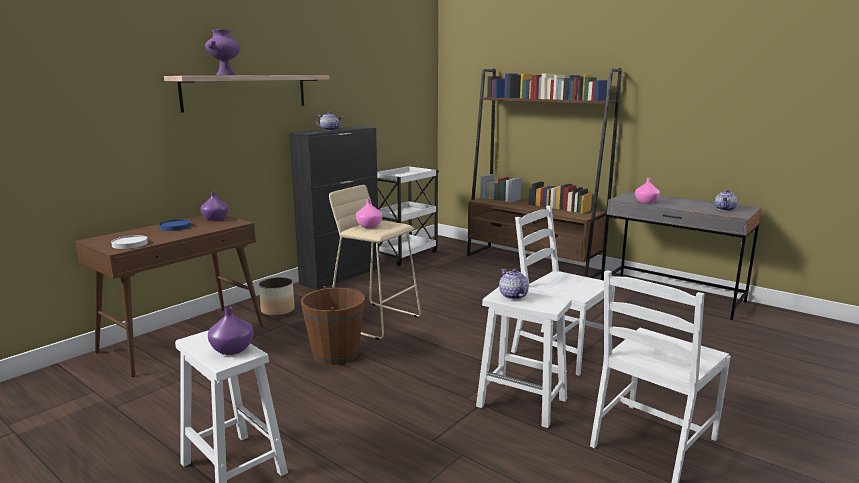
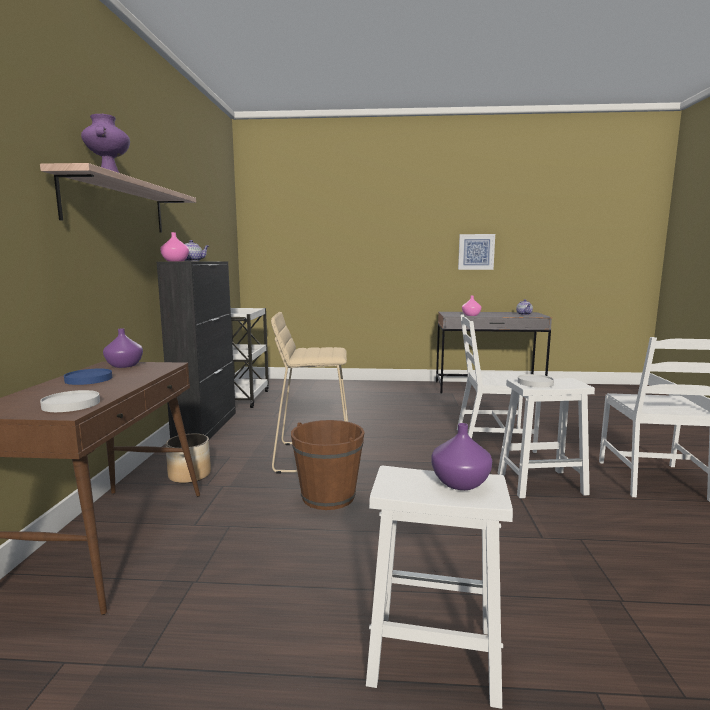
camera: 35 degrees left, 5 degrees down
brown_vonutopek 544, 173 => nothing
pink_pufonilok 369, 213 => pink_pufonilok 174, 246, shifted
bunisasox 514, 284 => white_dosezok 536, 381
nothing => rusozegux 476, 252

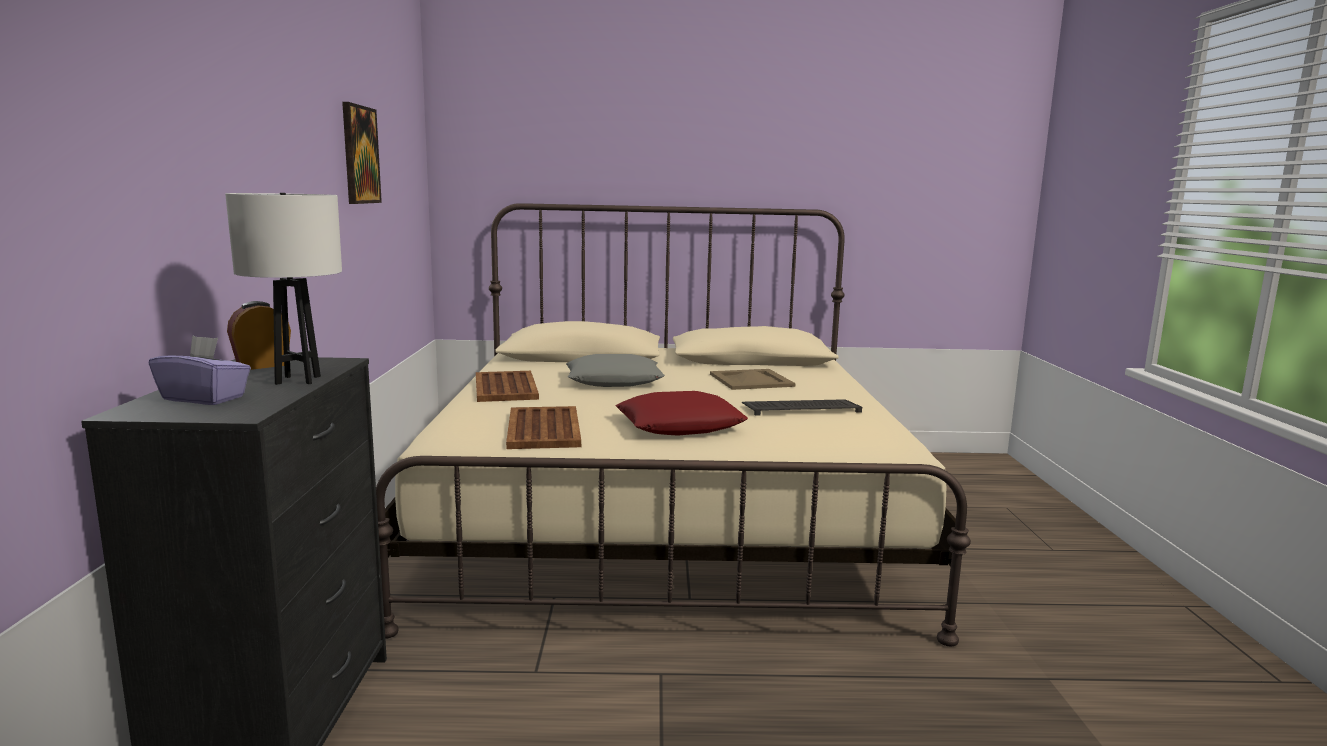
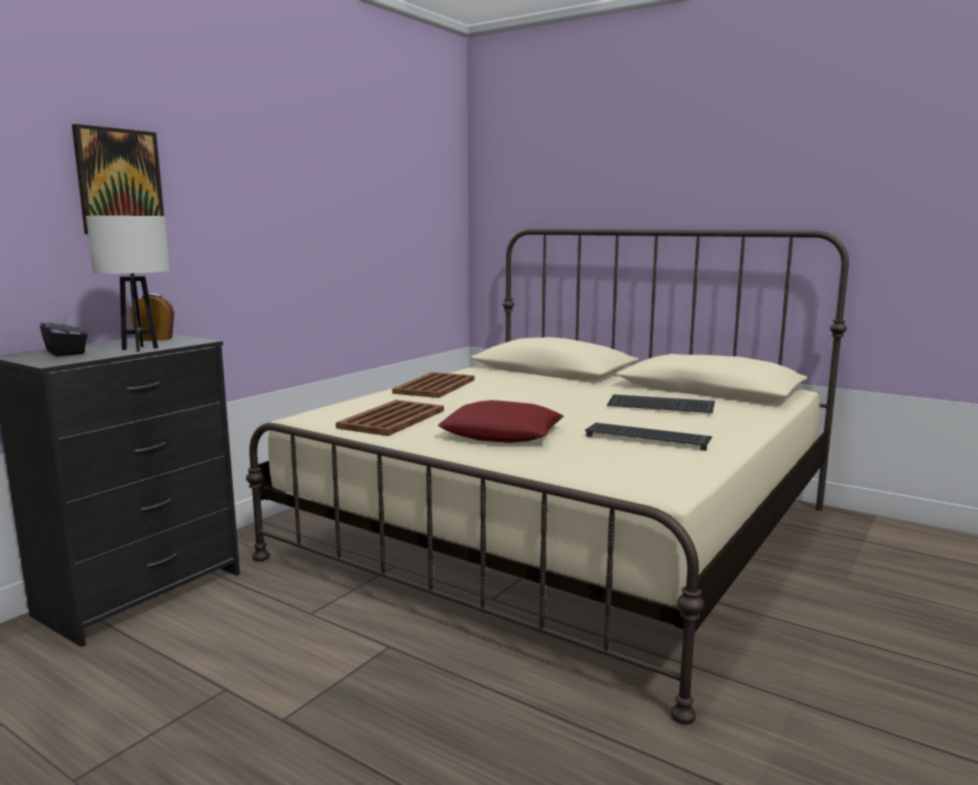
camera: 35 degrees right, 0 degrees up
rusozegux 362, 153 => rusozegux 118, 179, shifted
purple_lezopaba 200, 370 => black_lezopaba 63, 334
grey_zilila 615, 370 => nothing
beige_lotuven 752, 379 => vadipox 661, 403

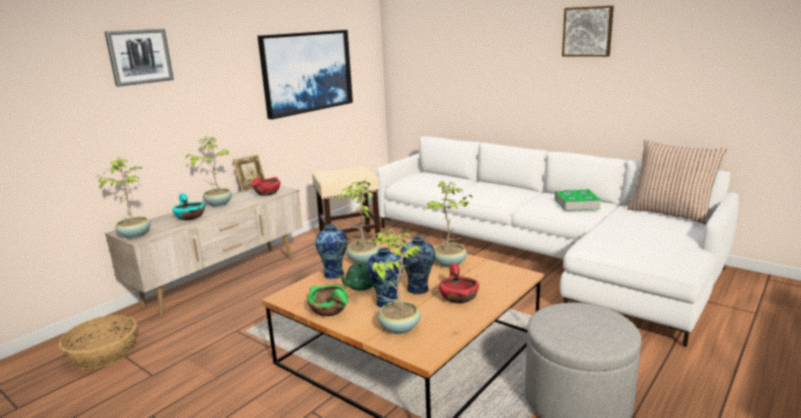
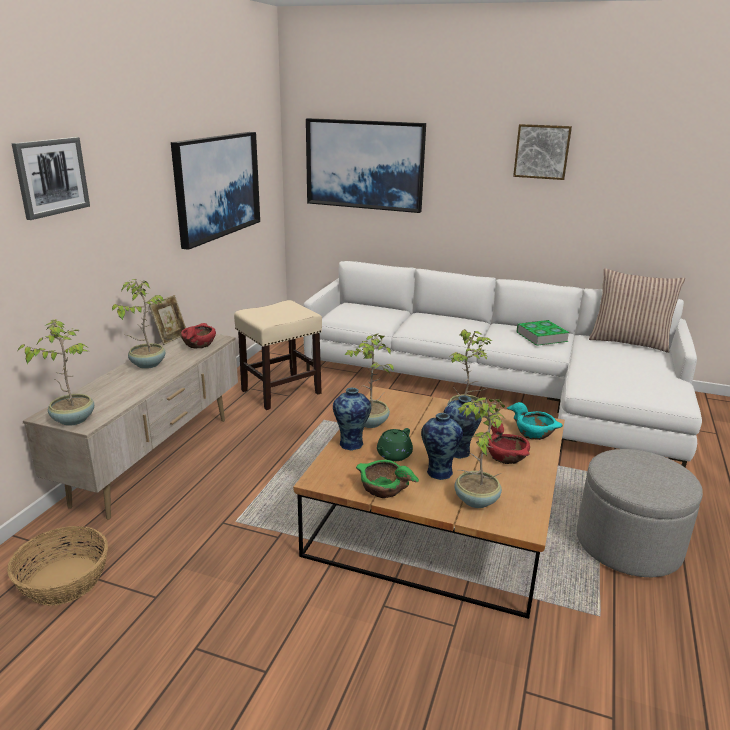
camera: 20 degrees left, 5 degrees up
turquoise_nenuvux 189, 206 => turquoise_nenuvux 535, 421, shifted
nothing => rusozegux 366, 165

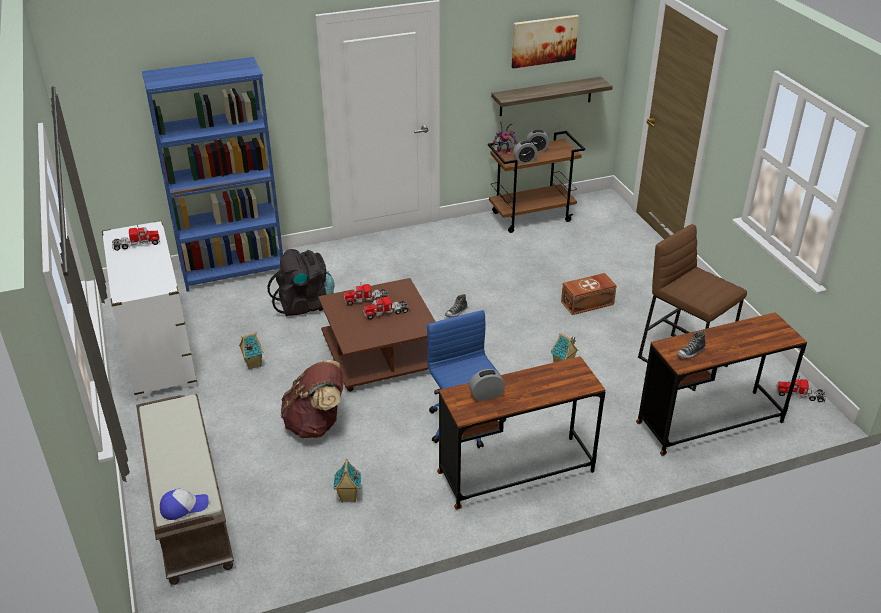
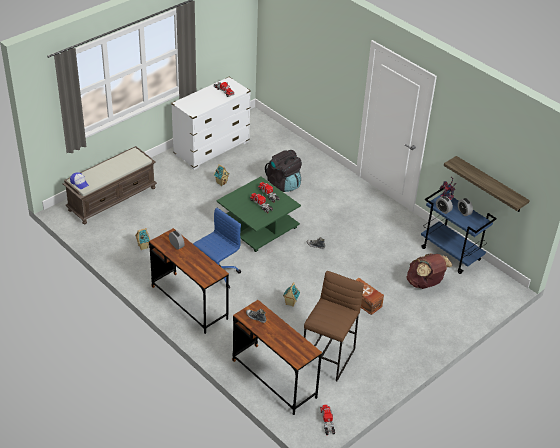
camera: 65 degrees right, 5 degrees up
rusozegux 545, 42 => nothing
blue_vonutopek 212, 174 => nothing
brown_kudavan 536, 182 => blue_kudavan 459, 230
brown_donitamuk 377, 335 => green_donitamuk 258, 214
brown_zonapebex 312, 399 => brown_zonapebex 429, 271, shifted

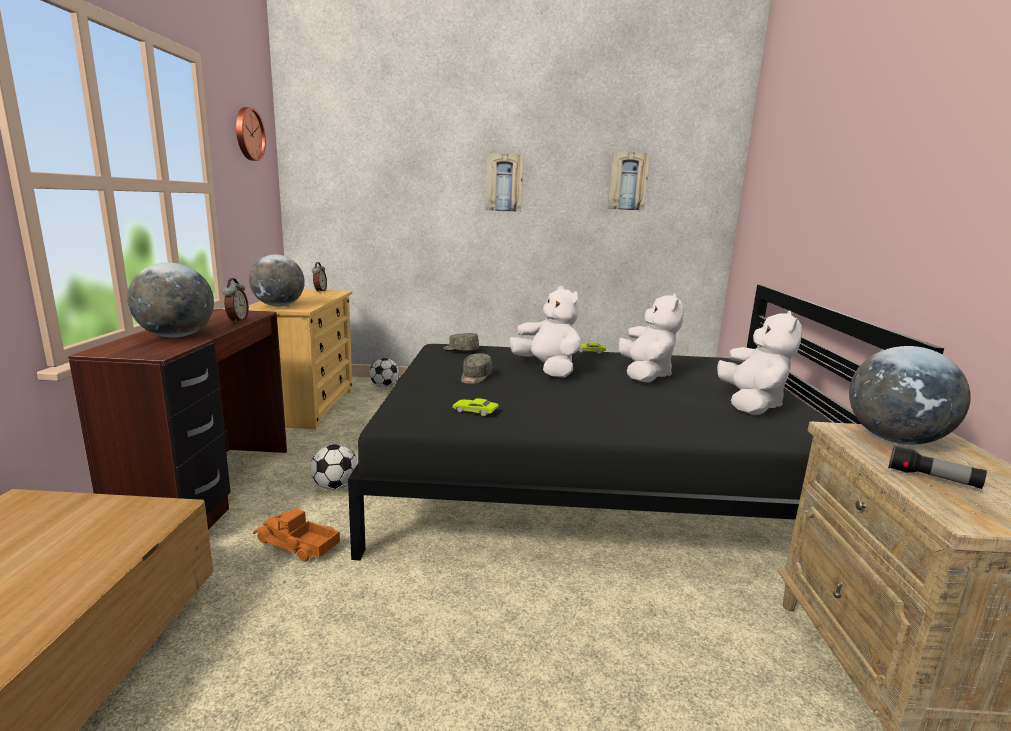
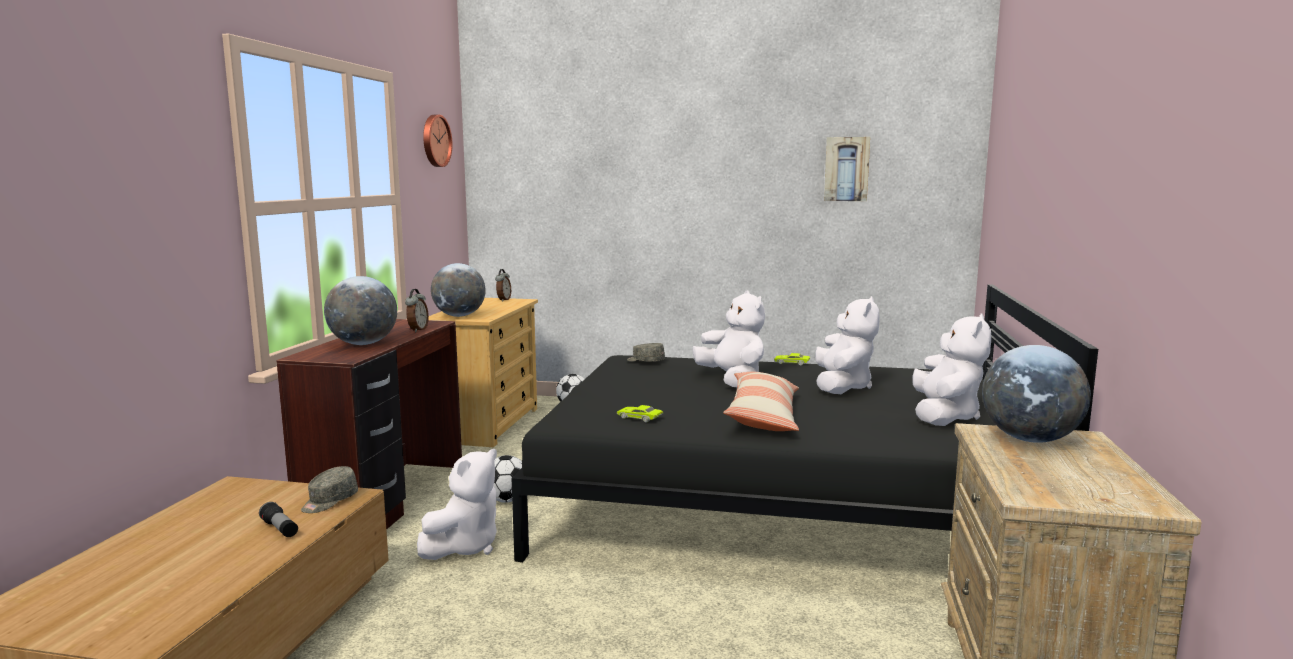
camera: 10 degrees right, 5 degrees down
rusozegux 504, 183 => nothing
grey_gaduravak 476, 368 => grey_gaduravak 329, 489, shifted
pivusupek 937, 467 => pivusupek 278, 519, shifted
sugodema 296, 535 => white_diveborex 457, 504
nothing => zilila 761, 401

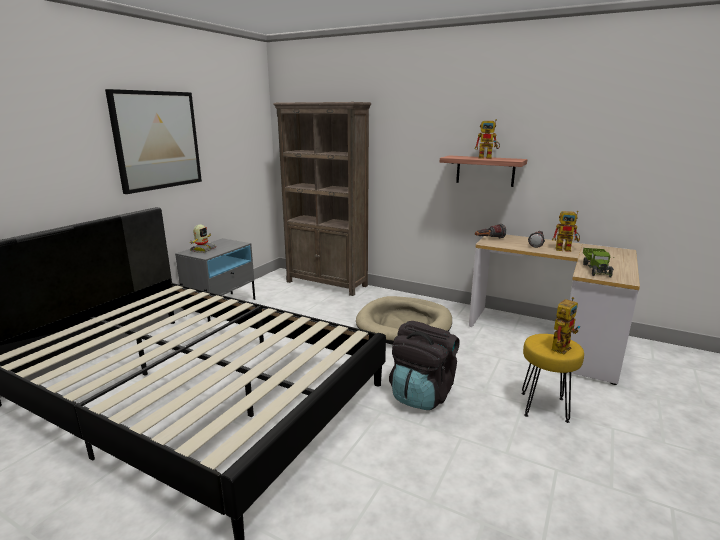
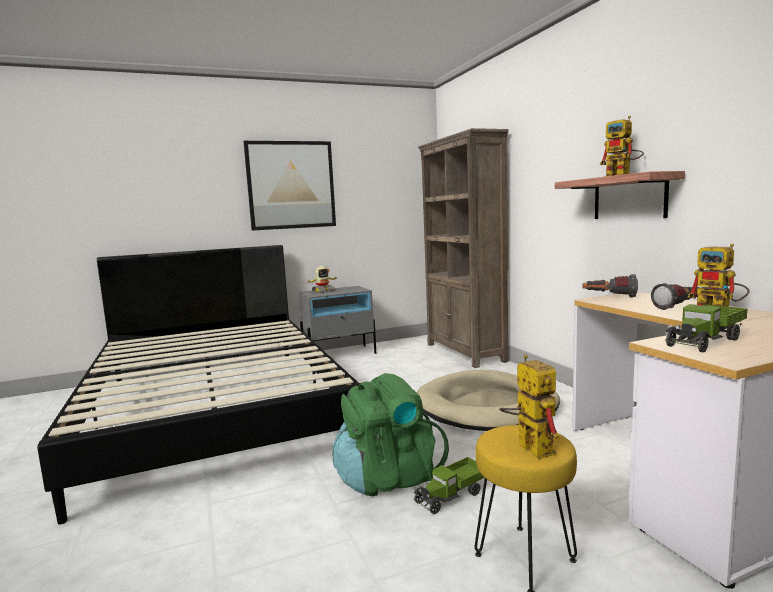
camera: 40 degrees right, 10 degrees down
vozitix 566, 325 => vozitix 529, 407, 105 degrees counterclockwise
black_zonapebex 424, 365 => green_zonapebex 390, 434
nothing => sugodema 449, 485

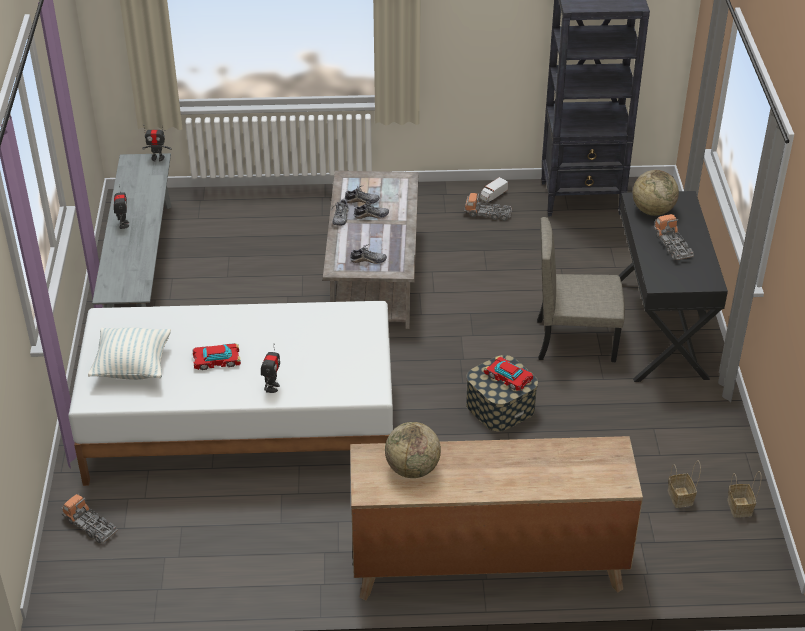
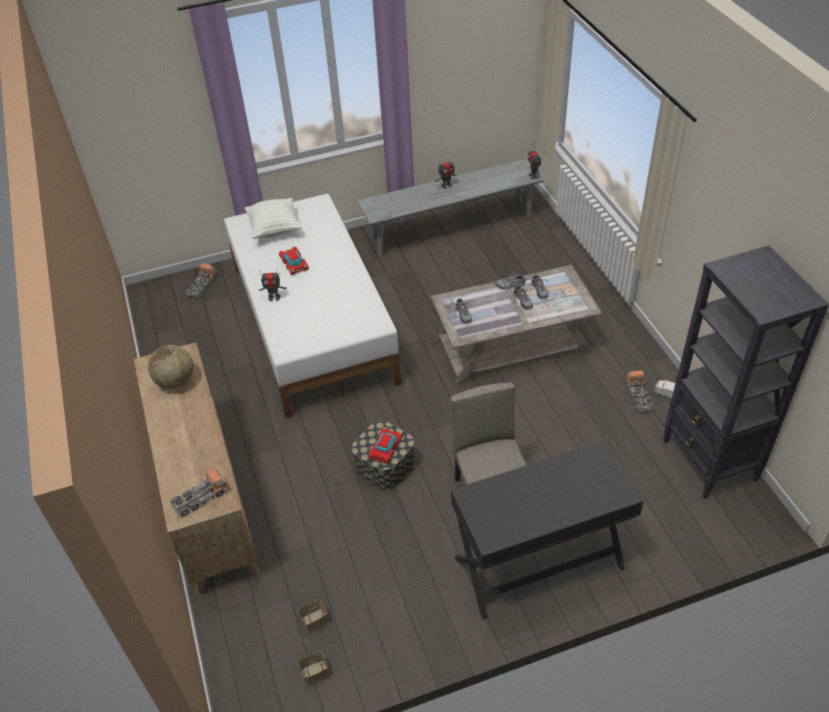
camera: 75 degrees right, 5 degrees up
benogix 656, 193 => nothing
sugodema 674, 237 => sugodema 199, 492, shifted

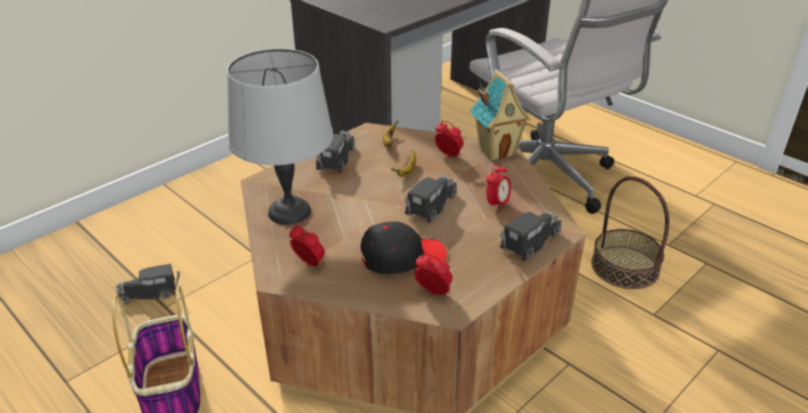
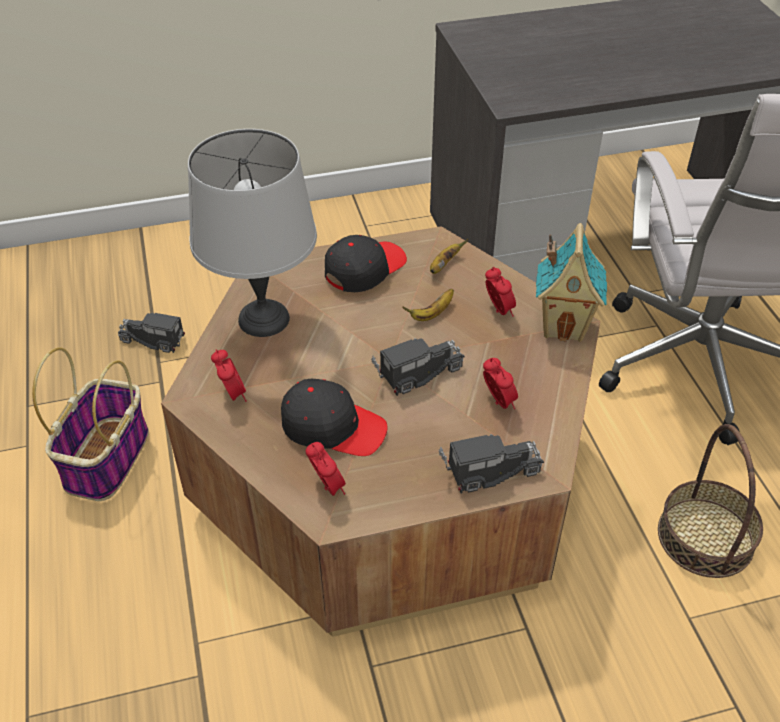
camera: 30 degrees right, 10 degrees up
sugodema 335, 151 => black_gaduravak 366, 263
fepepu 498, 187 => fepepu 500, 383, 90 degrees counterclockwise

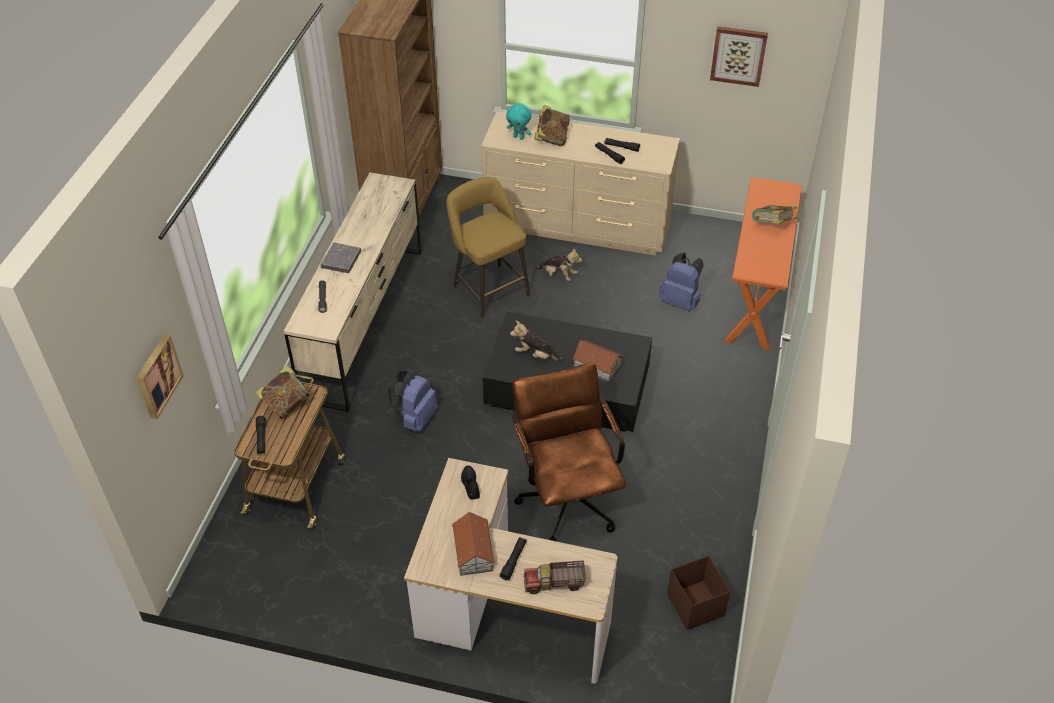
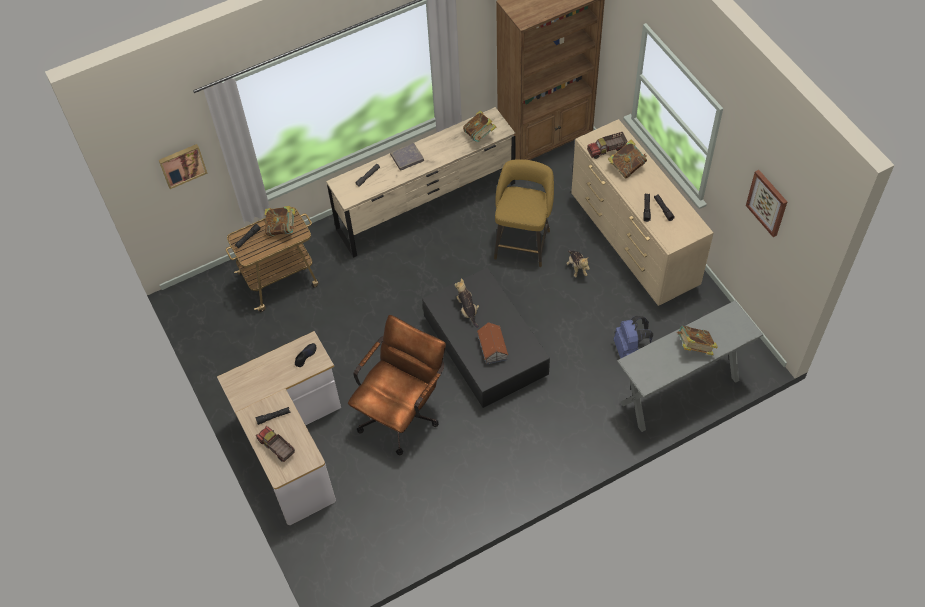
camera: 50 degrees right, 10 degrees up
turquoise_diveborex 518, 121 => sugodema 607, 145
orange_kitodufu 763, 263 => grey_kitodufu 690, 366
blue_zonapebex 412, 400 => nothing
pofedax 473, 544 => nothing
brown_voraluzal 698, 593 => nothing
nothing => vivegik 479, 126

